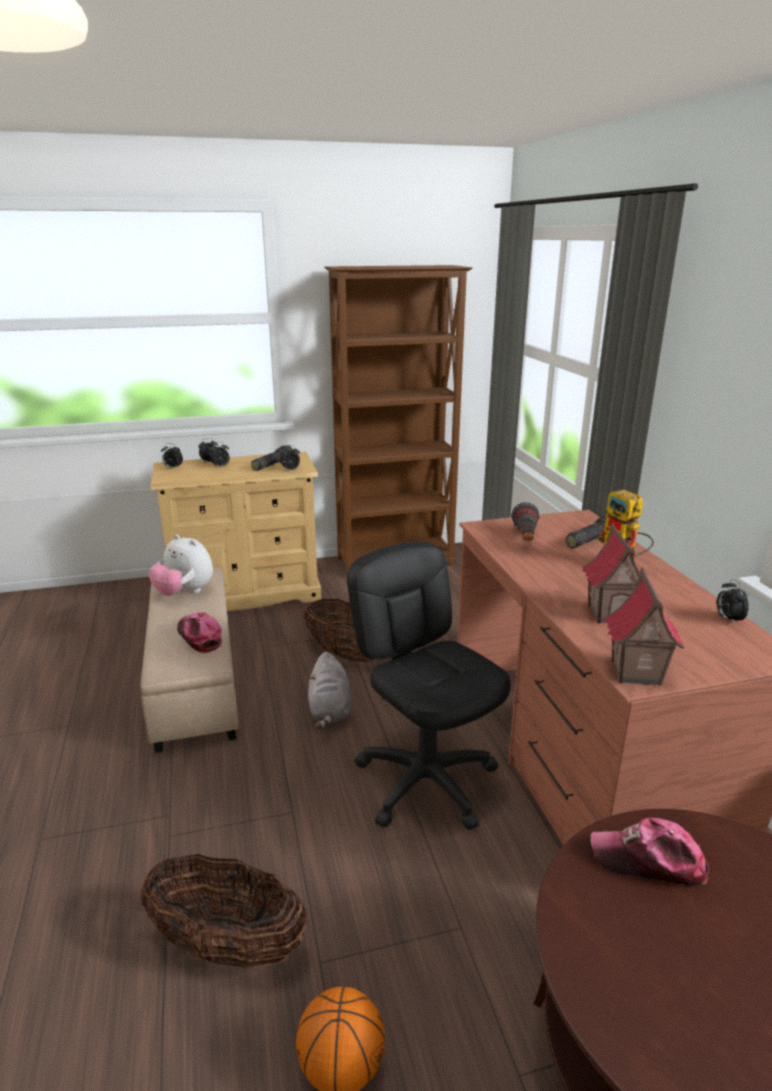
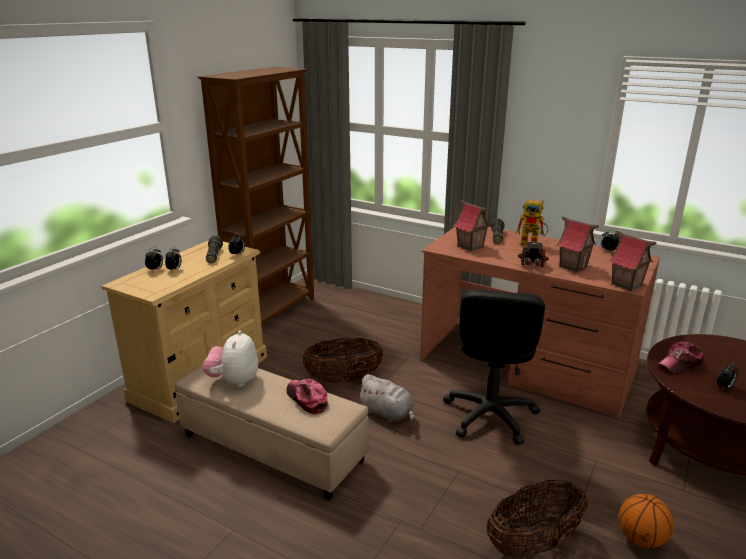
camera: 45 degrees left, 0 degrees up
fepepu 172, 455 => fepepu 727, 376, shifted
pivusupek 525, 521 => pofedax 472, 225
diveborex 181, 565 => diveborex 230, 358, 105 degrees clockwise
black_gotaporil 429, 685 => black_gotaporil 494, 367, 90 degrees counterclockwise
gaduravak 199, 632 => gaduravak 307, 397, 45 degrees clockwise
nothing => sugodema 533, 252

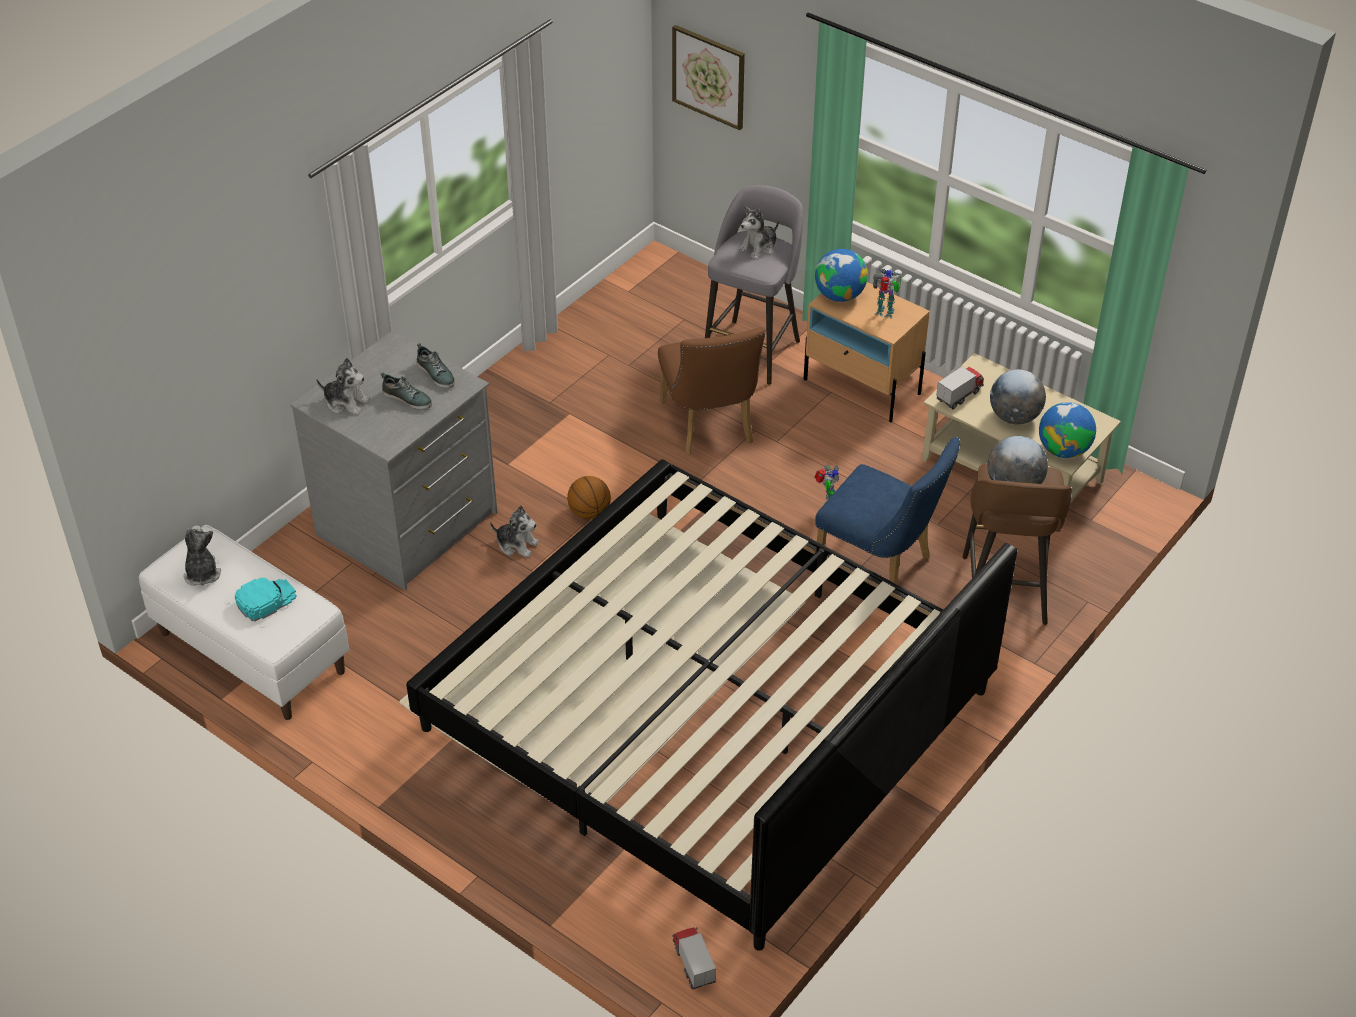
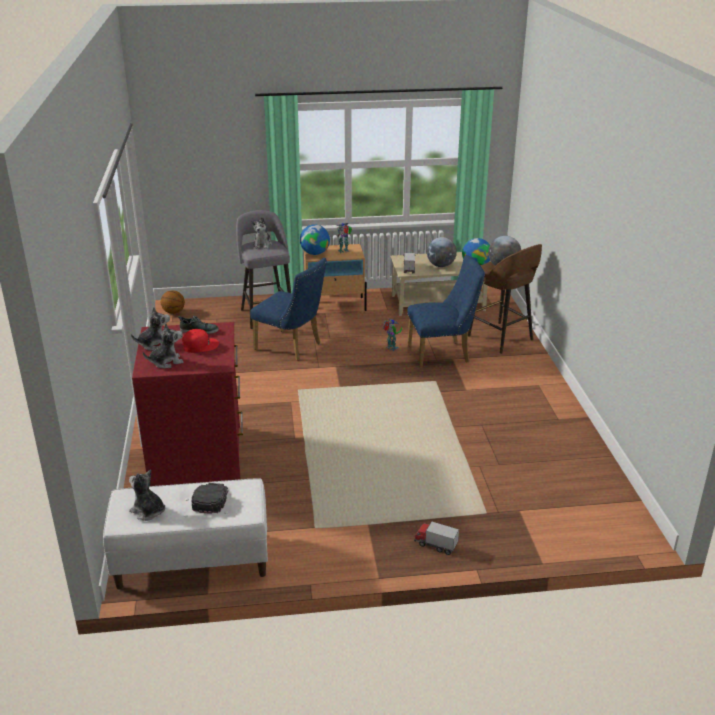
camera: 45 degrees left, 15 degrees down
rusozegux 708, 77 => nothing
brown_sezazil 712, 391 => blue_sezazil 288, 309
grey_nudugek 393, 460 => red_nudugek 187, 404
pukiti 406, 391 => red_gaduravak 200, 341
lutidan 711, 705 => nothing
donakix 589, 498 => donakix 173, 302, shifted
diveborex 514, 531 => diveborex 150, 328, shifted
turquoise_gaduravak 266, 599 => black_gaduravak 210, 498
sugodema 694, 958 => sugodema 436, 538, shifted

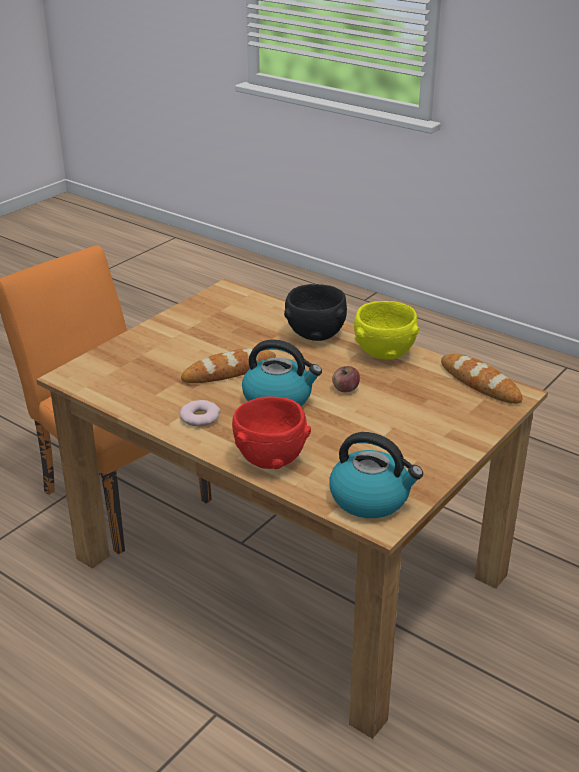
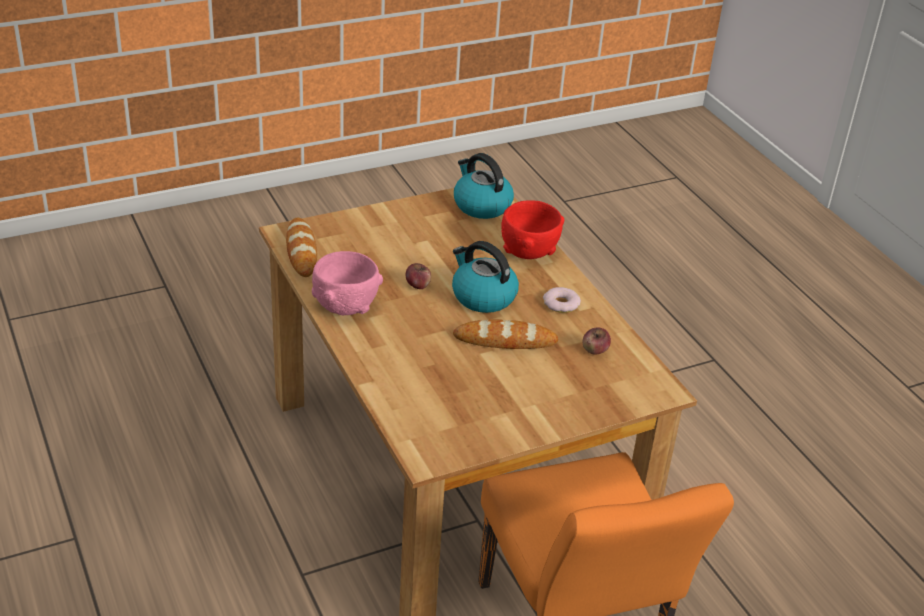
camera: 155 degrees left, 5 degrees up
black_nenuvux 315, 312 => nothing
yellow_nenuvux 386, 330 => pink_nenuvux 347, 283
nothing => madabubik 597, 341

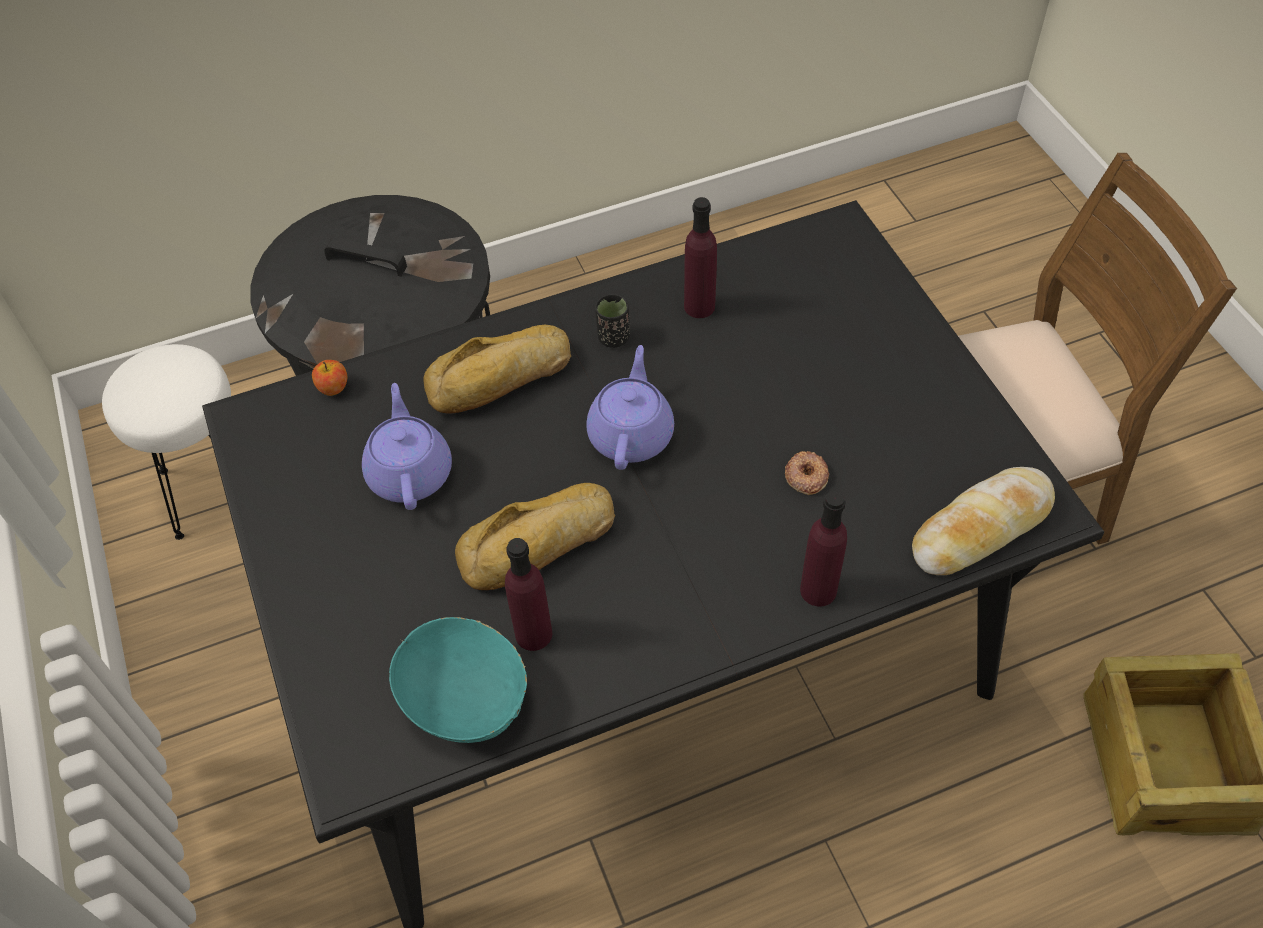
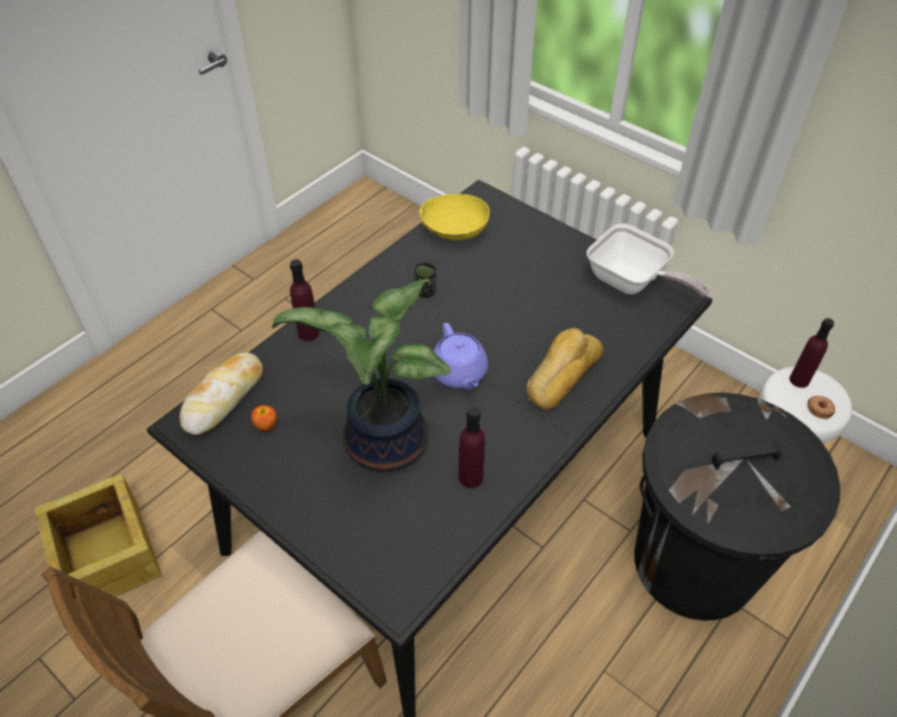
camera: 150 degrees right, 5 degrees down
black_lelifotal 612, 321 => black_lelifotal 425, 280, shifted
madabubik 329, 378 => madabubik 264, 418, shifted
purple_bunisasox 407, 446 => nothing
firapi 807, 473 => firapi 821, 407, shifted
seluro 535, 536 => nothing
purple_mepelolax 528, 594 => purple_mepelolax 812, 353, shifted
turquoise_nenuvux 458, 680 => yellow_nenuvux 454, 217
nothing => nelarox 648, 260
nothing => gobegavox 361, 374

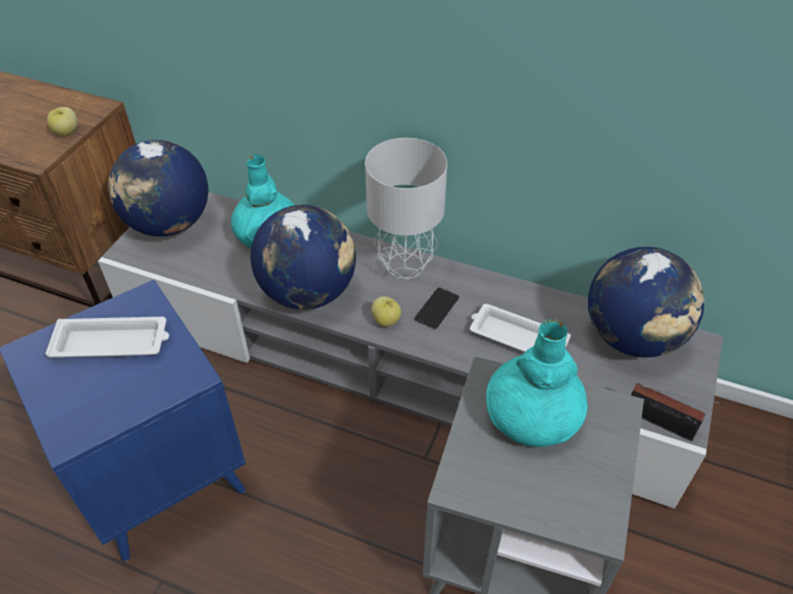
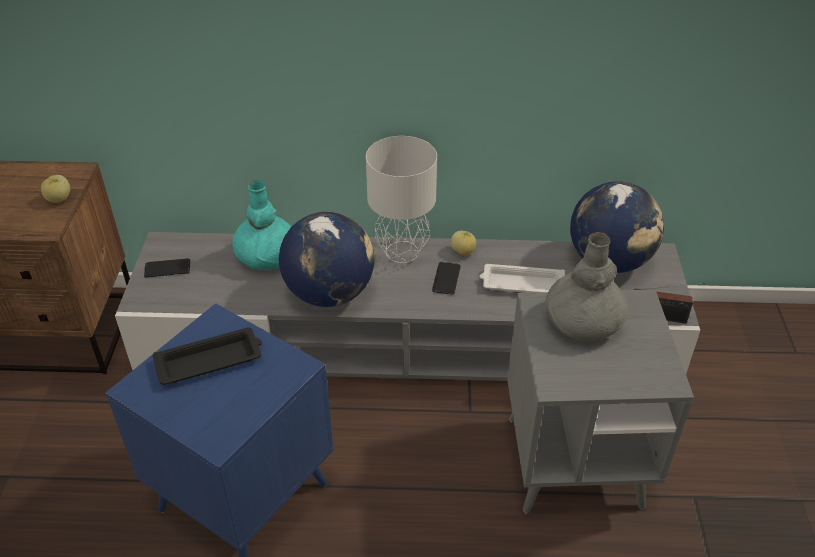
camera: 20 degrees left, 5 degrees down
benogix 158, 188 => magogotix 167, 267
madabubik 386, 311 => madabubik 463, 243, shifted
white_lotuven 107, 337 => black_lotuven 207, 356
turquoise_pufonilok 537, 383 => grey_pufonilok 587, 287

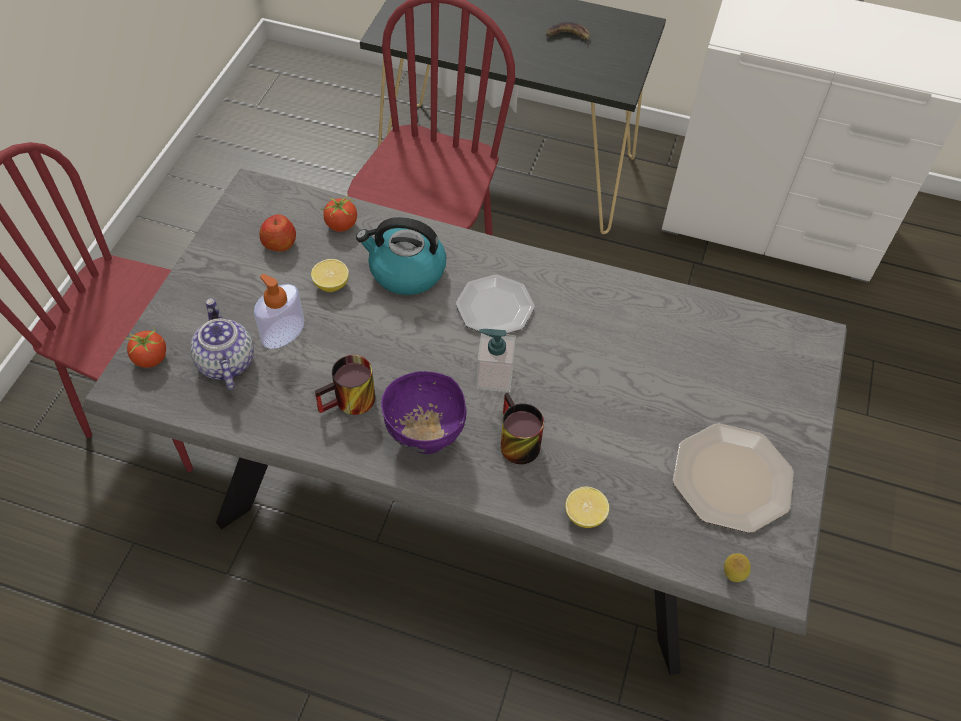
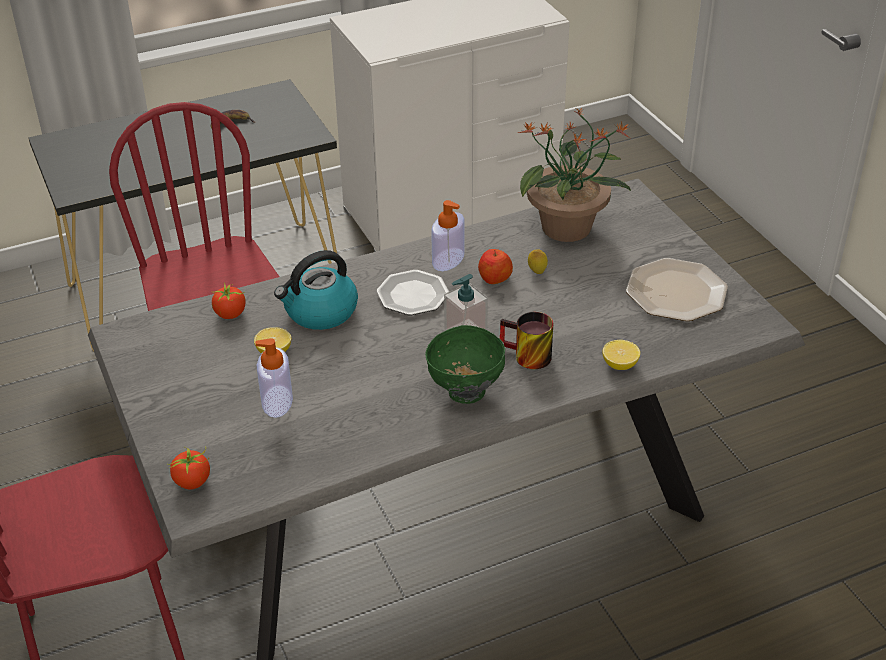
camera: 40 degrees left, 15 degrees down
madabubik 277, 233 => madabubik 495, 266, shifted
bunisasox 222, 344 => nothing
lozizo 345, 385 => nothing
purple_nenuvux 423, 412 => green_nenuvux 465, 364
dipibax 737, 567 => dipibax 538, 261, shifted
nothing => gobegavox 574, 175
nothing => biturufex 448, 235

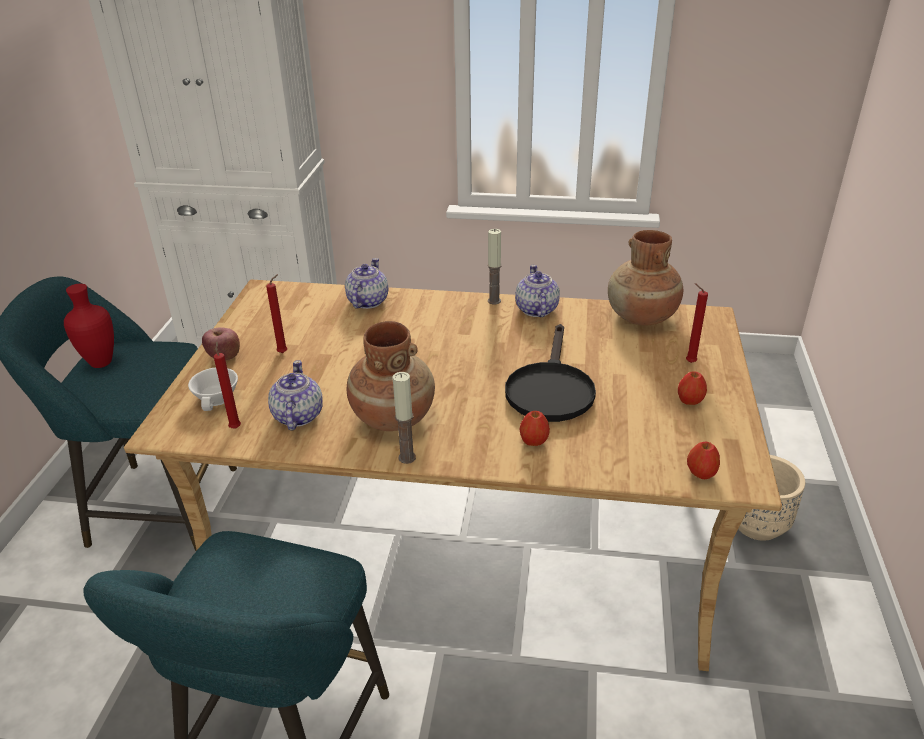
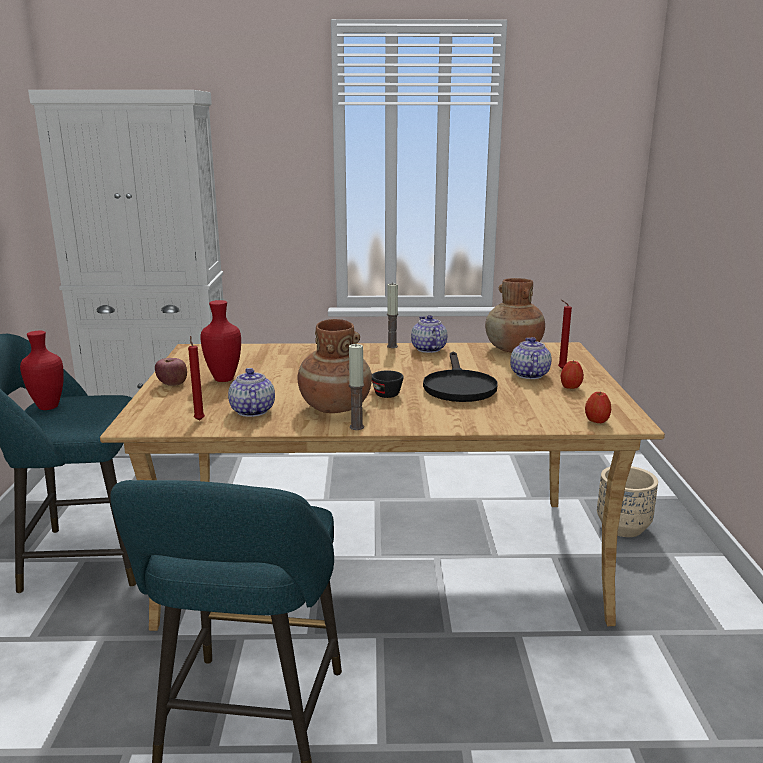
camera: 10 degrees left, 15 degrees down
bunisasox 366, 283 => bunisasox 531, 358, shifted
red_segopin 276, 313 => red_pufonilok 220, 341
white_lelifotal 213, 389 => nothing
madabubik 535, 428 => nothing
nothing => black_lelifotal 388, 384

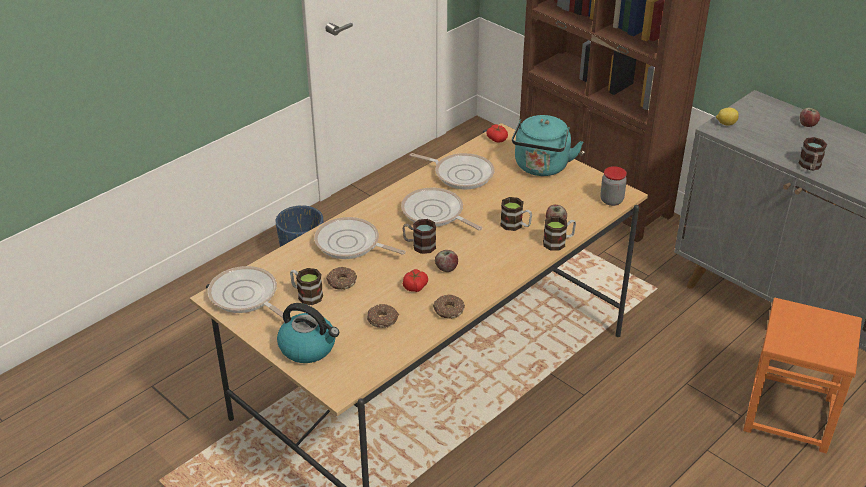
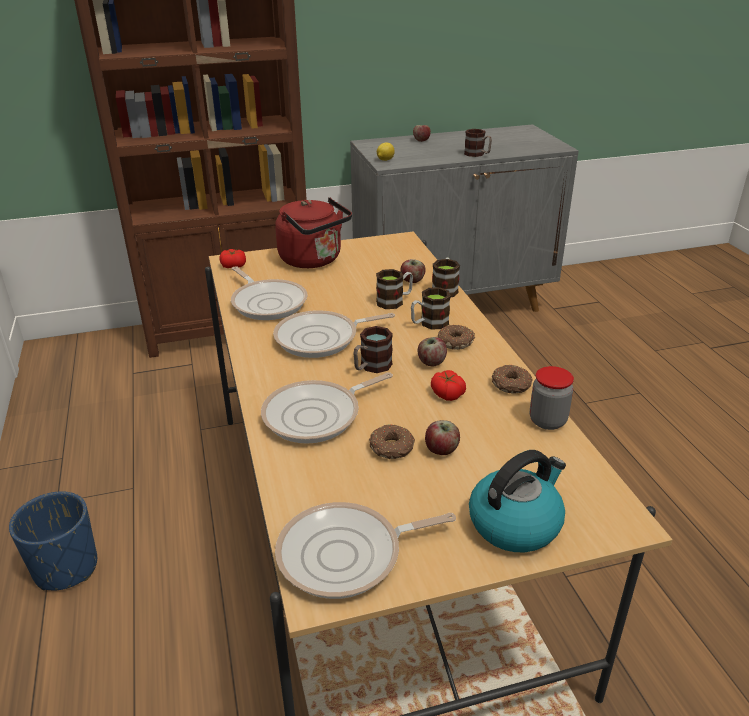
camera: 60 degrees left, 5 degrees down
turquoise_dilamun 547, 145 => red_dilamun 313, 232
nelarox 452, 171 => nelarox 269, 293, 90 degrees clockwise
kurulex 613, 186 => kurulex 552, 398, shifted
lozizo 306, 286 => lozizo 431, 308, shifted
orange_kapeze 802, 375 => nothing
firapi 383, 316 => firapi 456, 337, shifted
nothing => madabubik 442, 437

